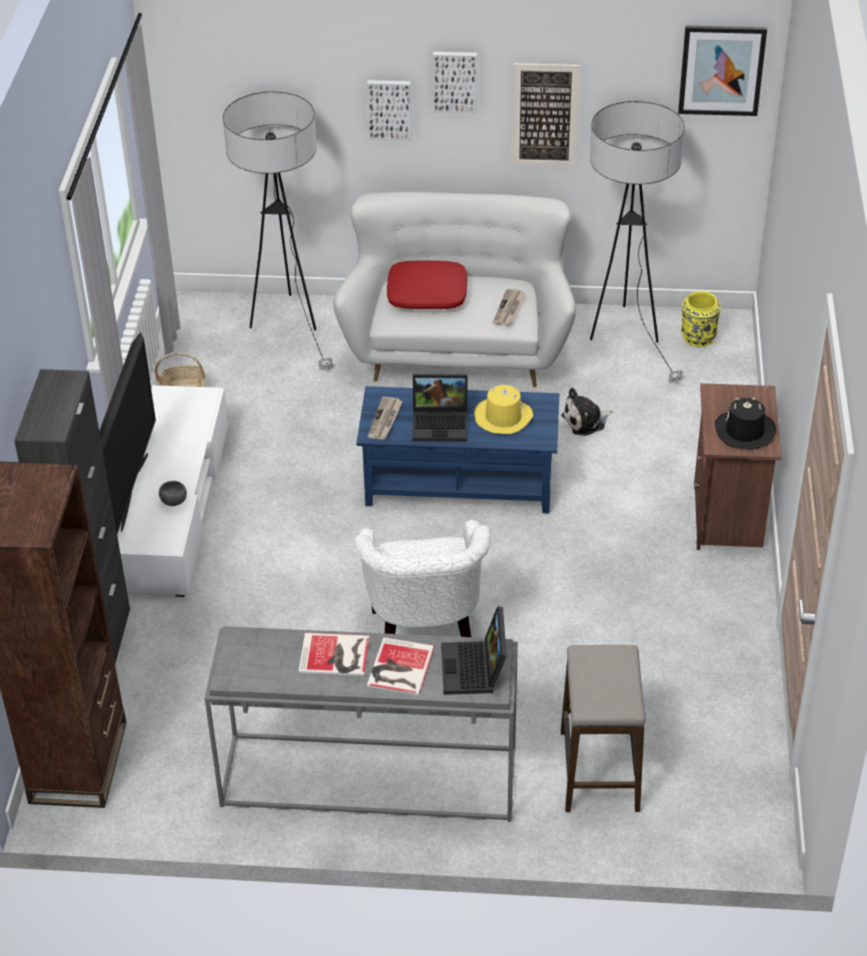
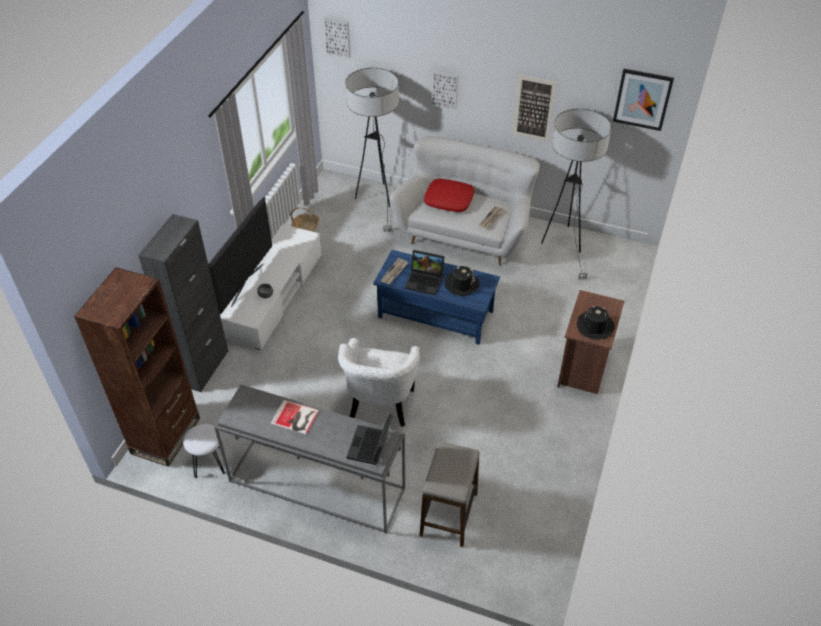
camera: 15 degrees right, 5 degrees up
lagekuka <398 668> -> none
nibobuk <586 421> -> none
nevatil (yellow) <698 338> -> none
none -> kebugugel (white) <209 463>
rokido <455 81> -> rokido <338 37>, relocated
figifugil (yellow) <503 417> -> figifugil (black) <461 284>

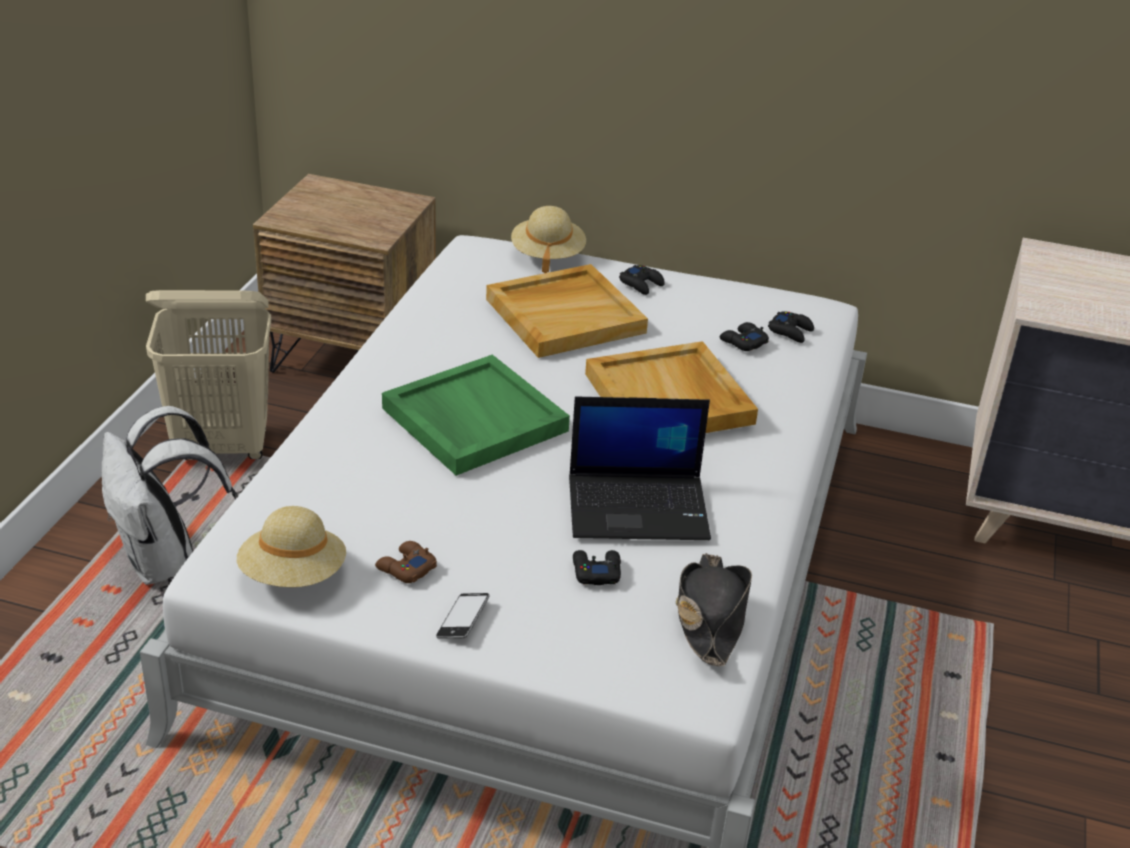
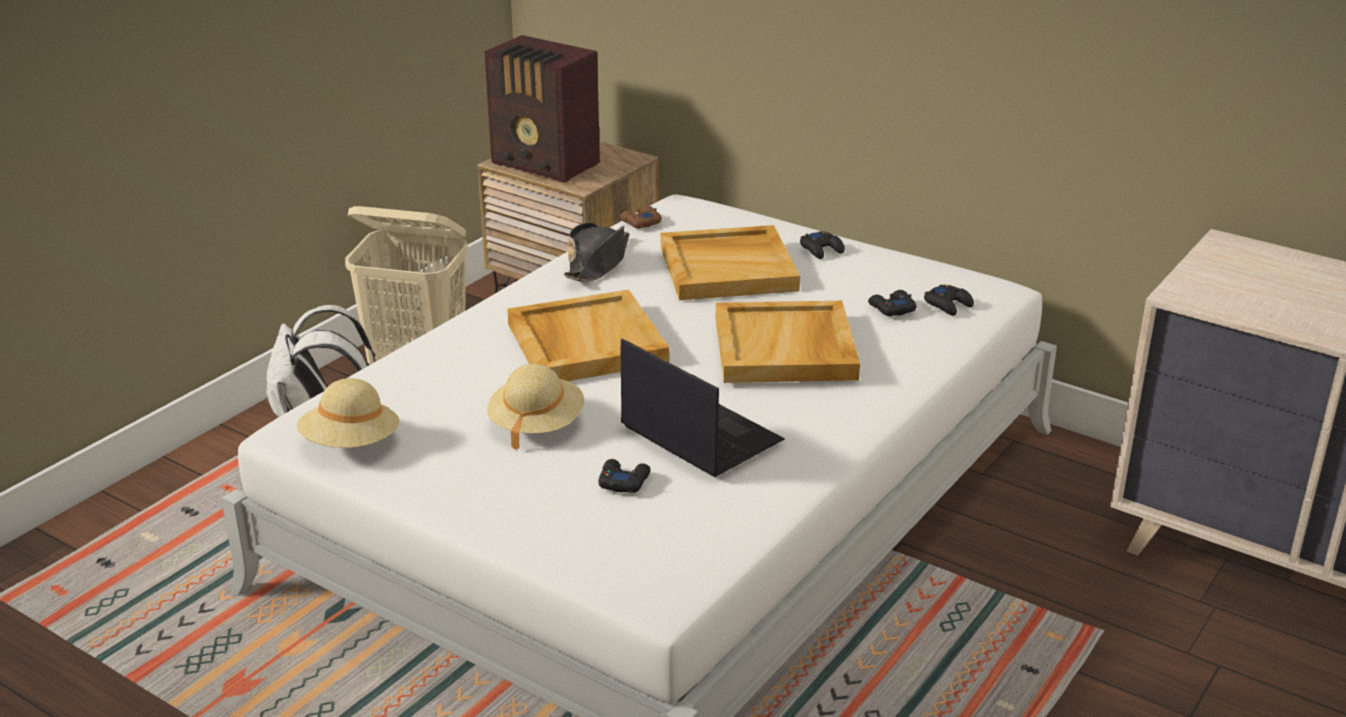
camera: 20 degrees right, 5 degrees down
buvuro <463 620> -> none
none -> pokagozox <546 165>
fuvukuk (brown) <405 568> -> fuvukuk (brown) <640 222>, relocated
figifugil (beige) <547 255> -> figifugil (beige) <536 425>, relocated
figifugil (black) <710 617> -> figifugil (black) <598 263>, relocated
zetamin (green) <473 419> -> zetamin (beige) <585 343>
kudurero <639 507> -> kudurero <698 434>, 150 degrees counterclockwise

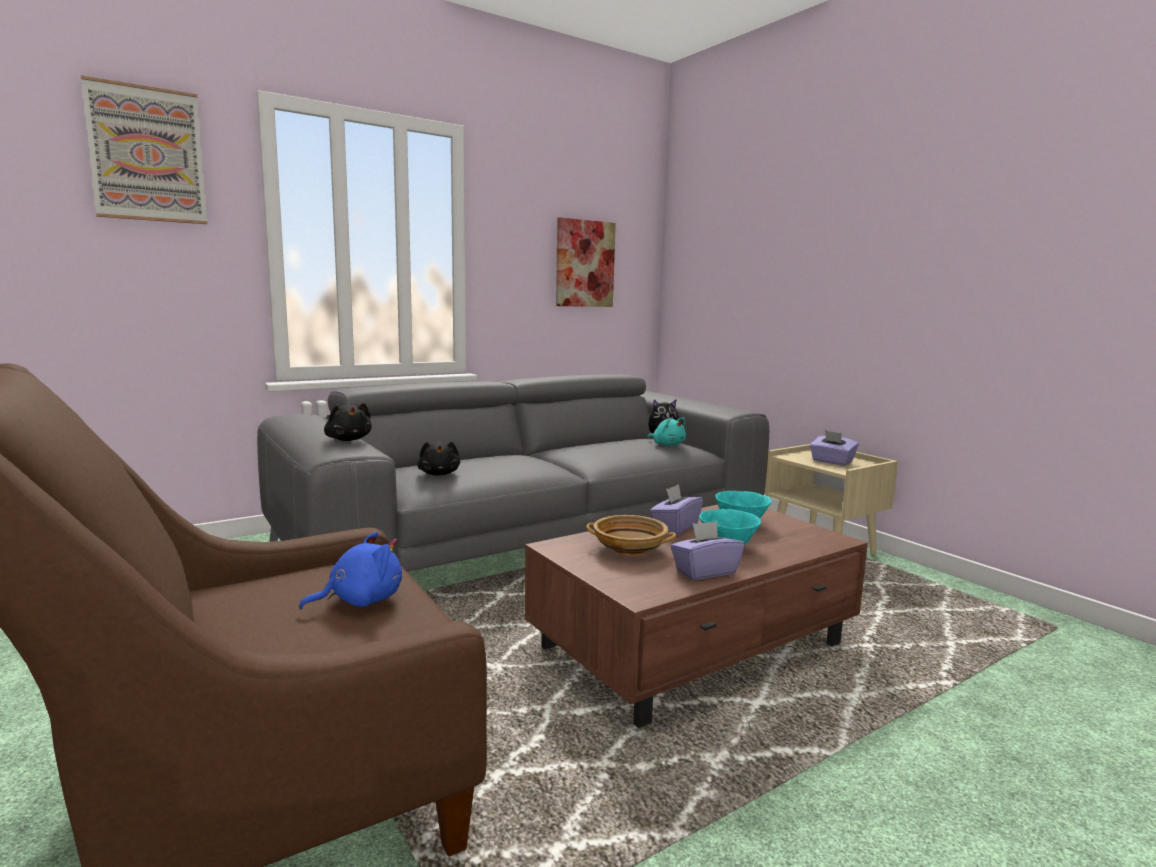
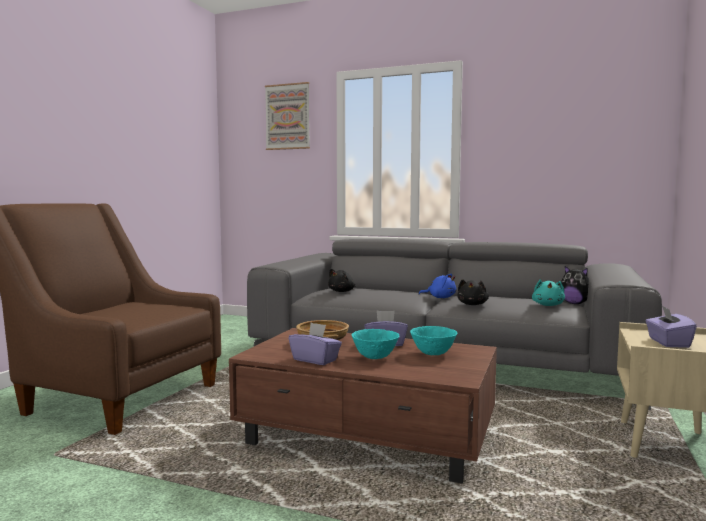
camera: 55 degrees right, 5 degrees down
rokido <584 264> -> none
nibobuk (blue) <360 601> -> nibobuk (blue) <440 297>, relocated
nibobuk (black) <348 440> -> nibobuk (black) <472 304>, relocated

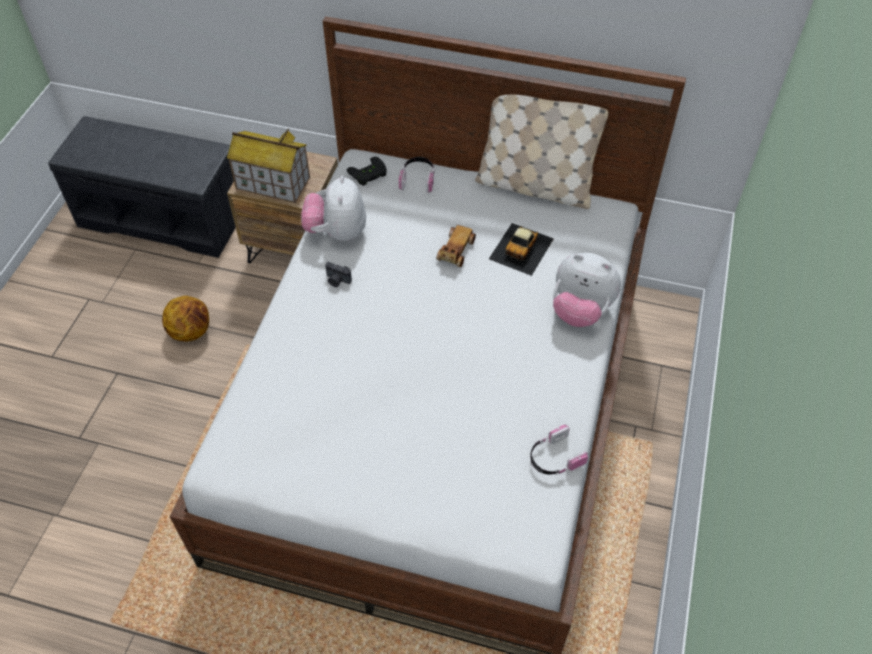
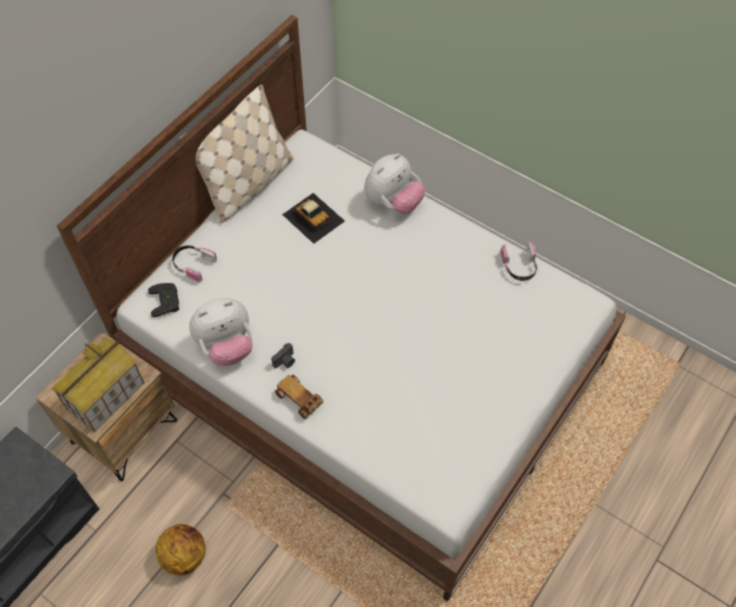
camera: 70 degrees left, 5 degrees up
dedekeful <455 251> -> dedekeful <300 399>, relocated
nibobuk <337 232> -> nibobuk <226 346>, 45 degrees counterclockwise

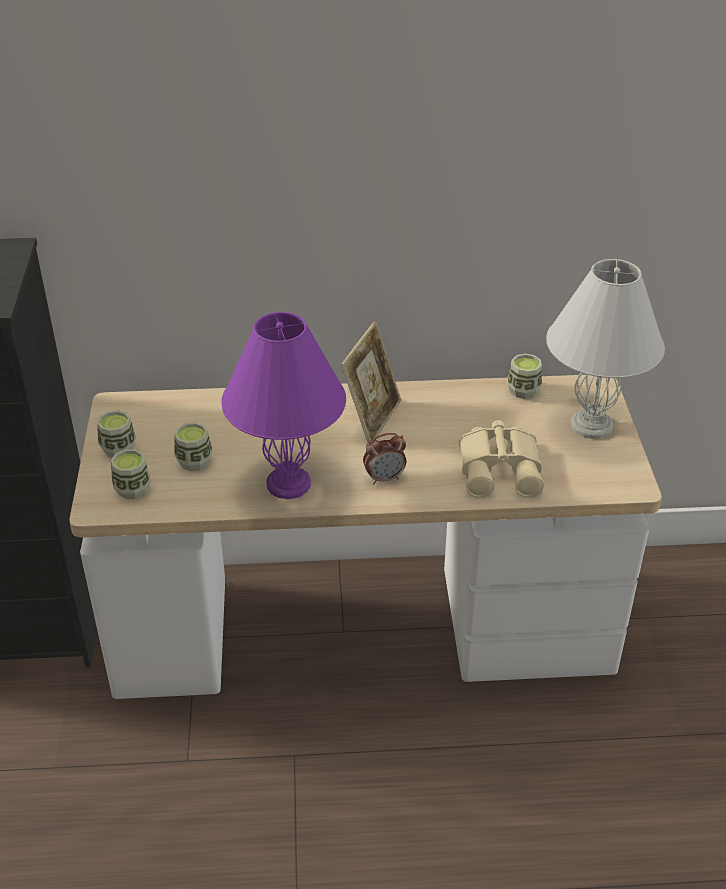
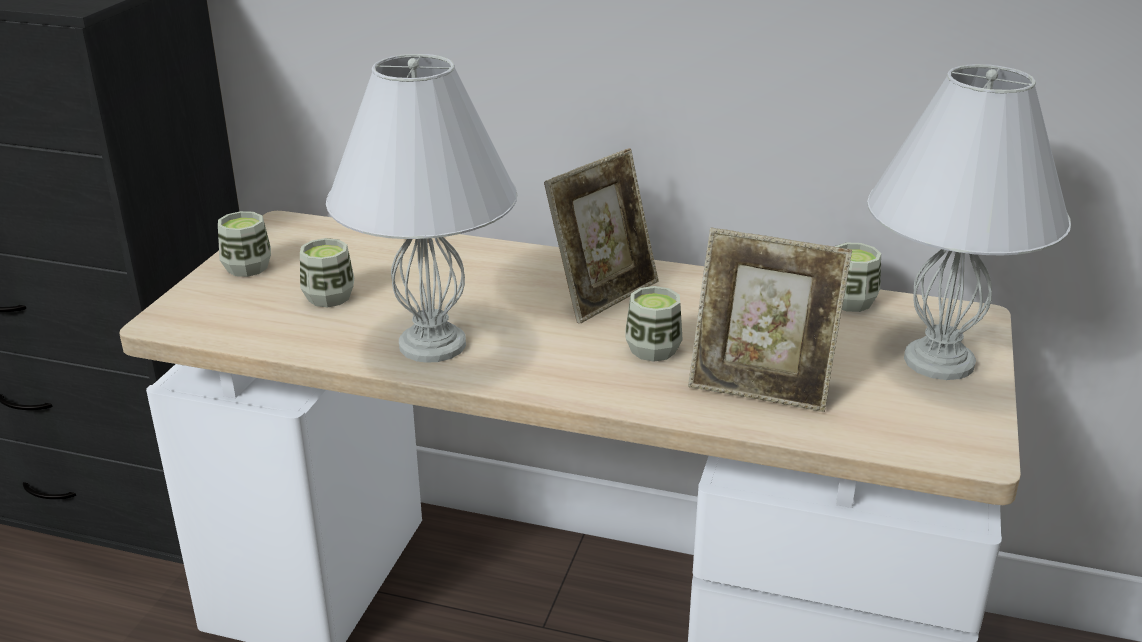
camera: 20 degrees right, 10 degrees down
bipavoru <384 478> -> none
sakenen <132 489> -> sakenen <653 349>, relocated
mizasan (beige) <501 468> -> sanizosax <761 386>
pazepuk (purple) <289 484> -> pazepuk (white) <433 345>

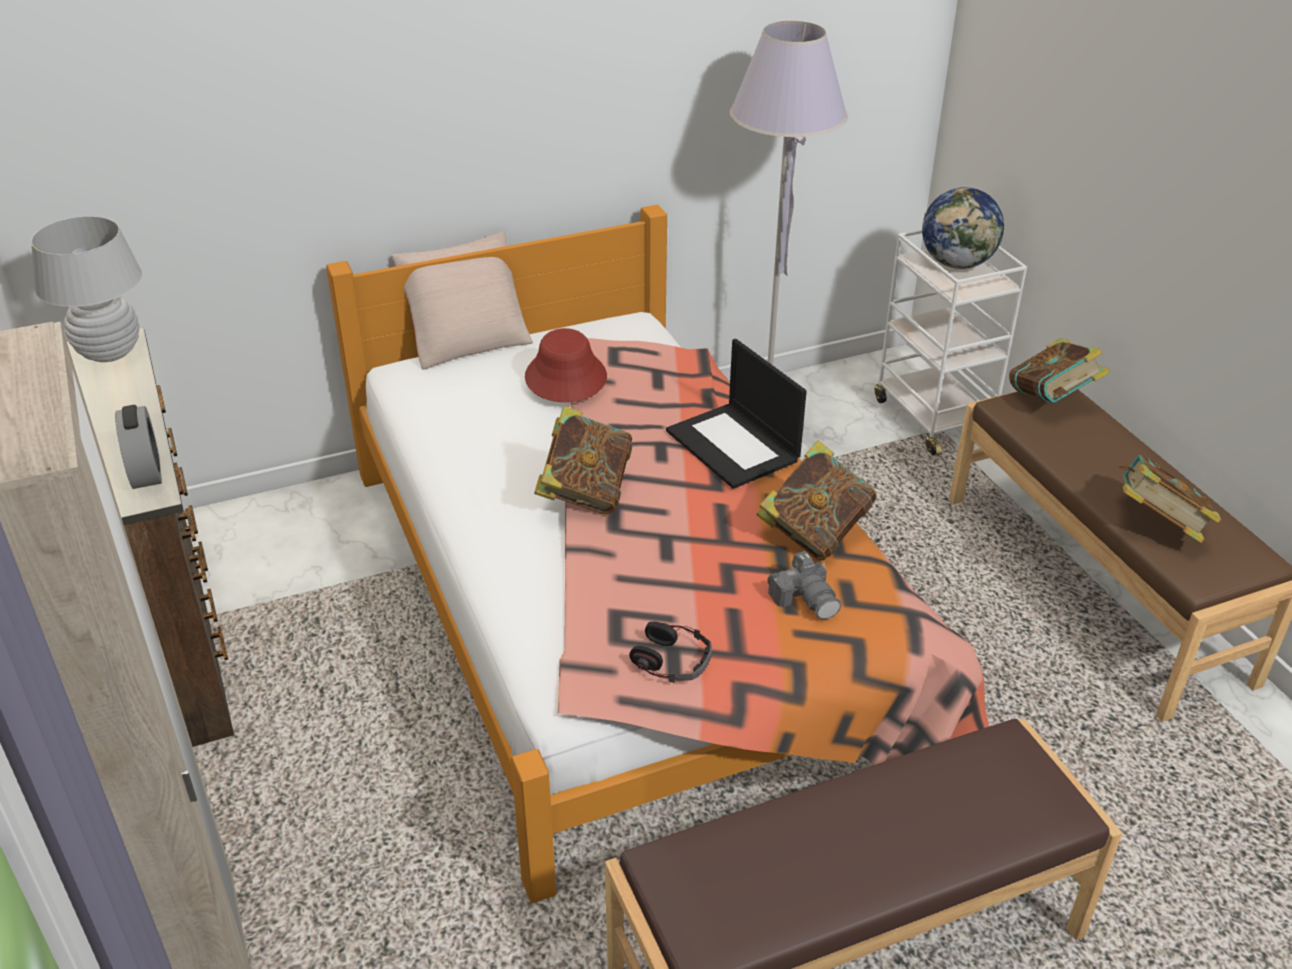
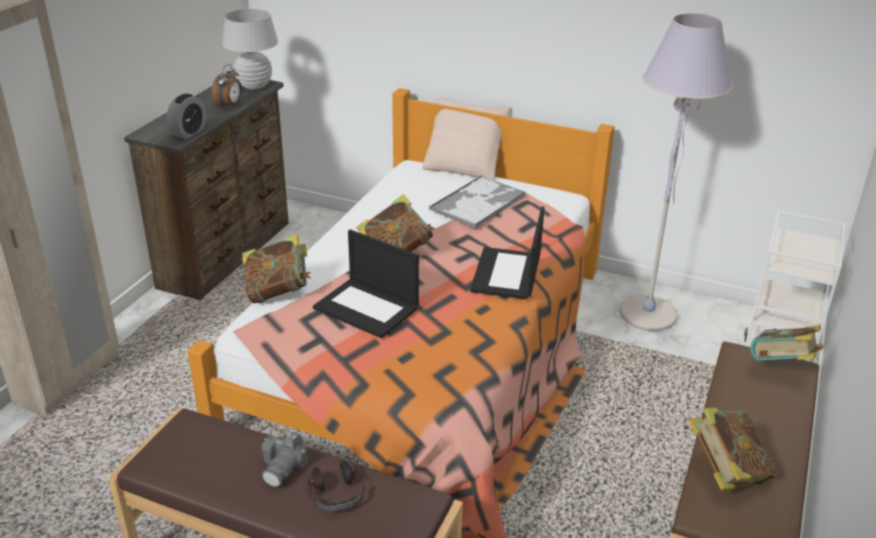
camera: 45 degrees right, 5 degrees down
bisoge <957 264> -> none
none -> bipavoru <230 106>
none -> kudurero <367 308>
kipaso <672 660> -> kipaso <337 493>, relocated
lagekuka <814 532> -> lagekuka <278 292>, relocated
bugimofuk <805 599> -> bugimofuk <284 467>, relocated
figifugil (red) <565 377> -> zetamin <478 202>

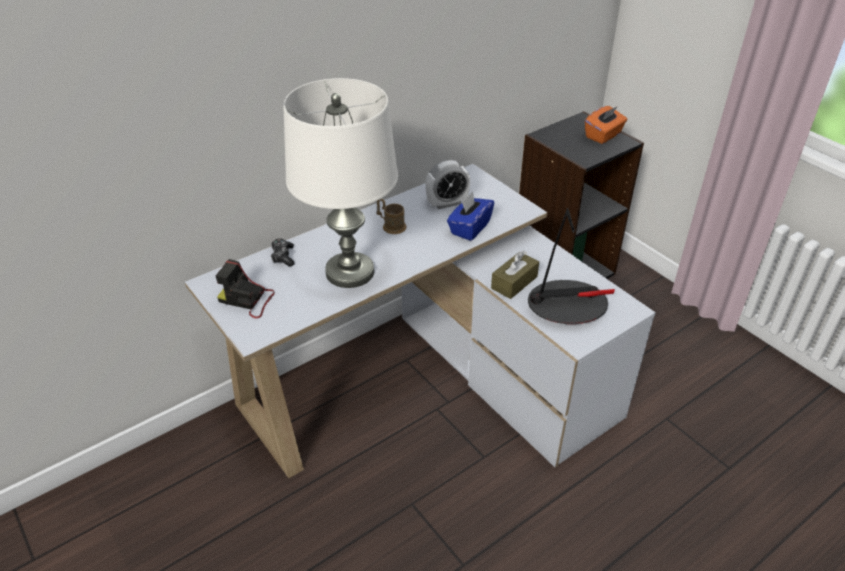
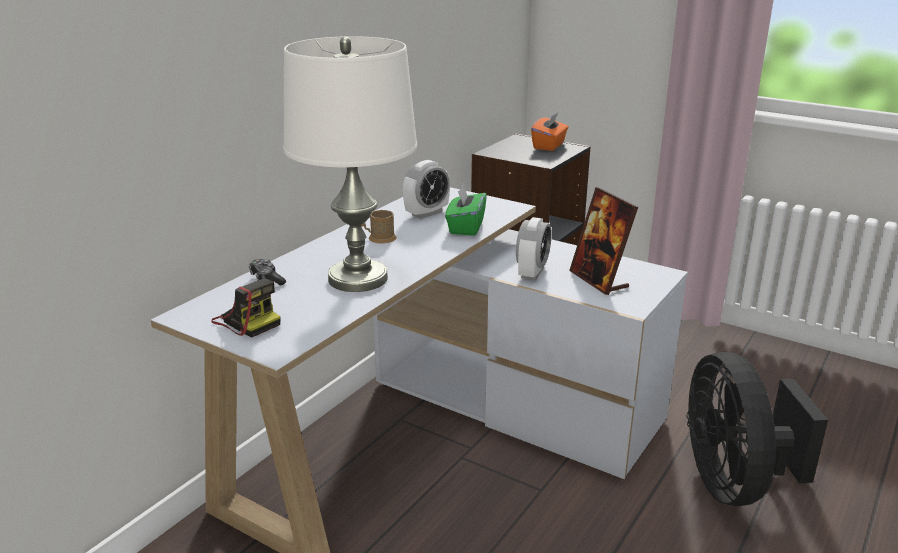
camera: 20 degrees left, 15 degrees down
none -> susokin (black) <734 482>
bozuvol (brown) <514 282> -> bipavoru <532 273>
pazepuk <567 304> -> sanizosax <599 280>
bozuvol (blue) <469 228> -> bozuvol (green) <465 227>
bugimofuk <247 300> -> bugimofuk <247 321>, 135 degrees counterclockwise

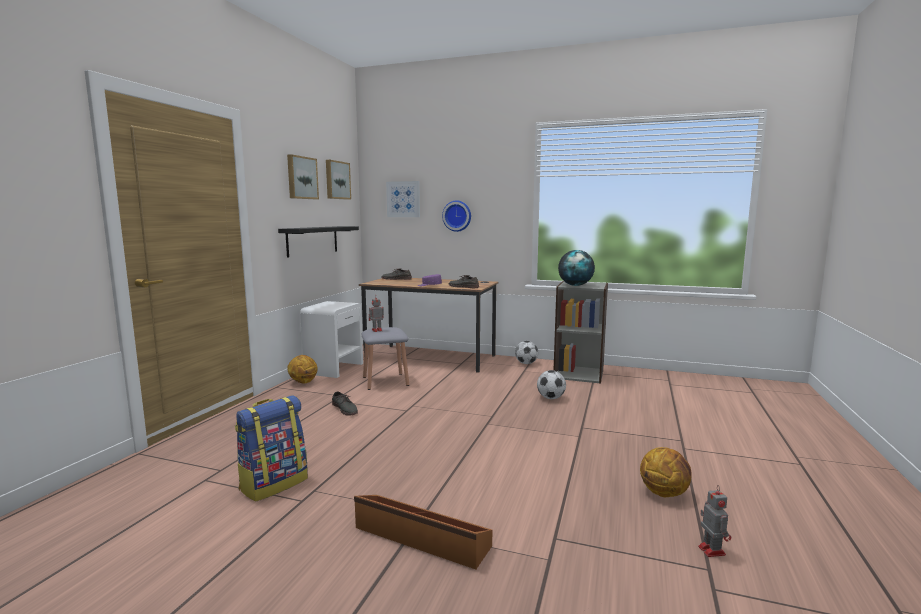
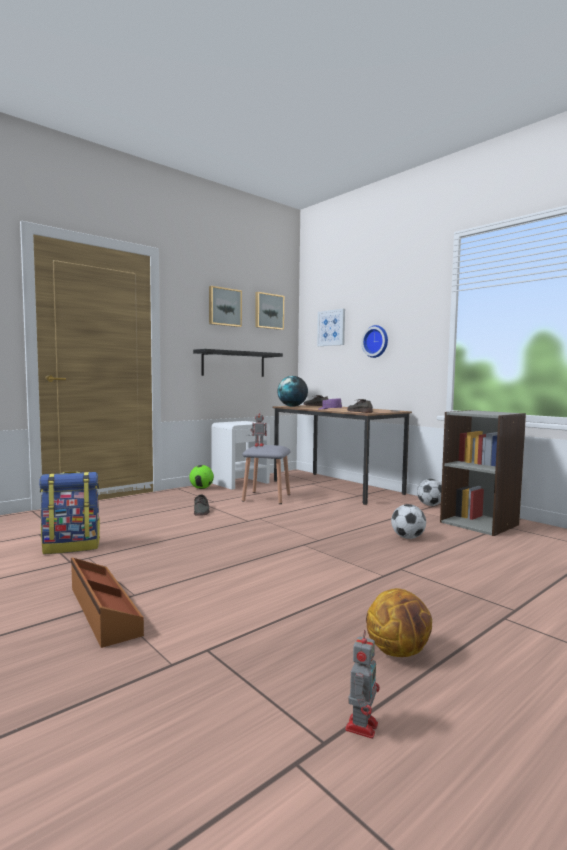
camera: 30 degrees right, 5 degrees down
bisoge <575 285> -> bisoge <292 406>, relocated
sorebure <303 382> -> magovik <201 488>

